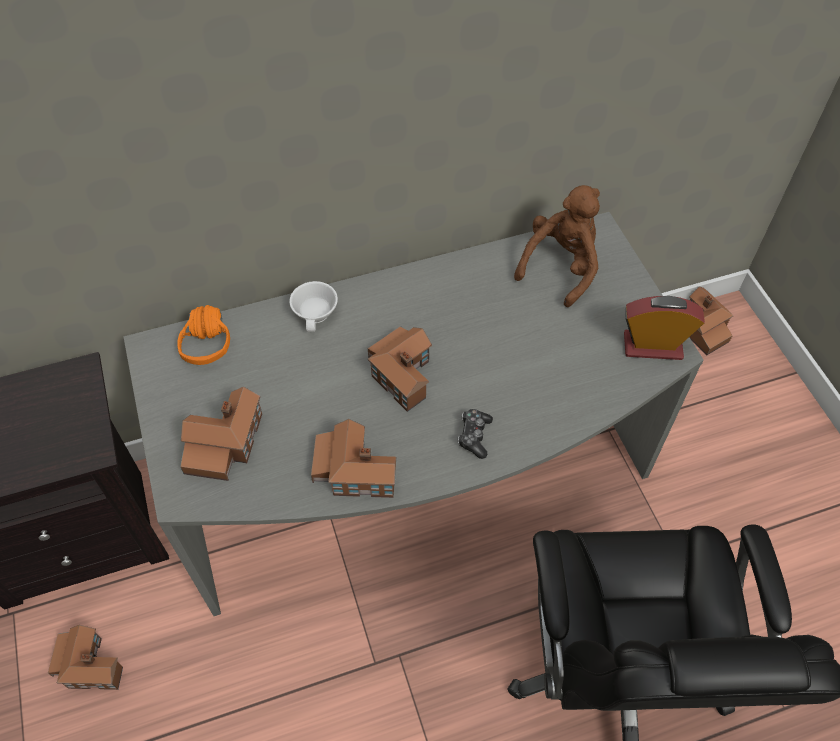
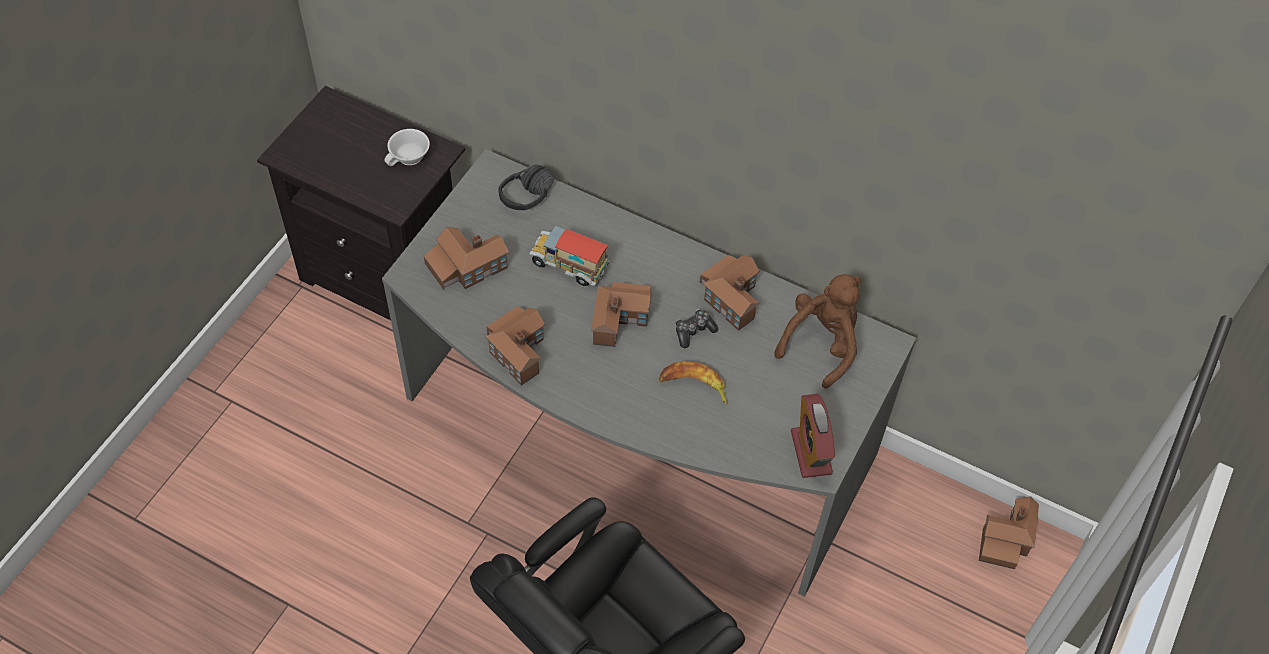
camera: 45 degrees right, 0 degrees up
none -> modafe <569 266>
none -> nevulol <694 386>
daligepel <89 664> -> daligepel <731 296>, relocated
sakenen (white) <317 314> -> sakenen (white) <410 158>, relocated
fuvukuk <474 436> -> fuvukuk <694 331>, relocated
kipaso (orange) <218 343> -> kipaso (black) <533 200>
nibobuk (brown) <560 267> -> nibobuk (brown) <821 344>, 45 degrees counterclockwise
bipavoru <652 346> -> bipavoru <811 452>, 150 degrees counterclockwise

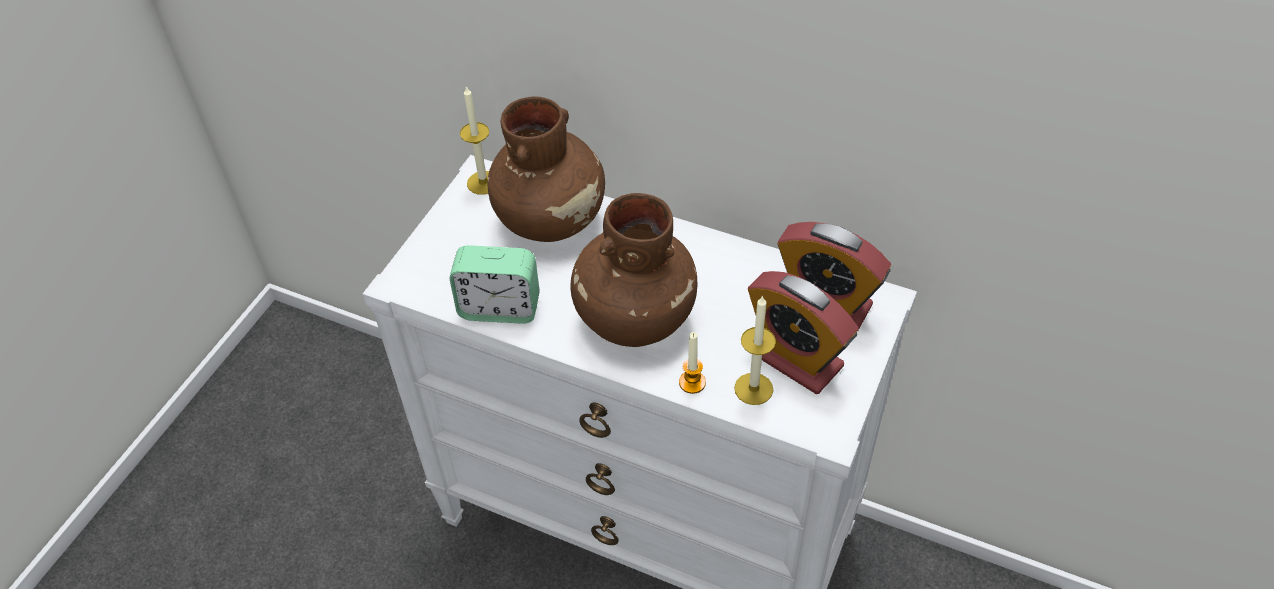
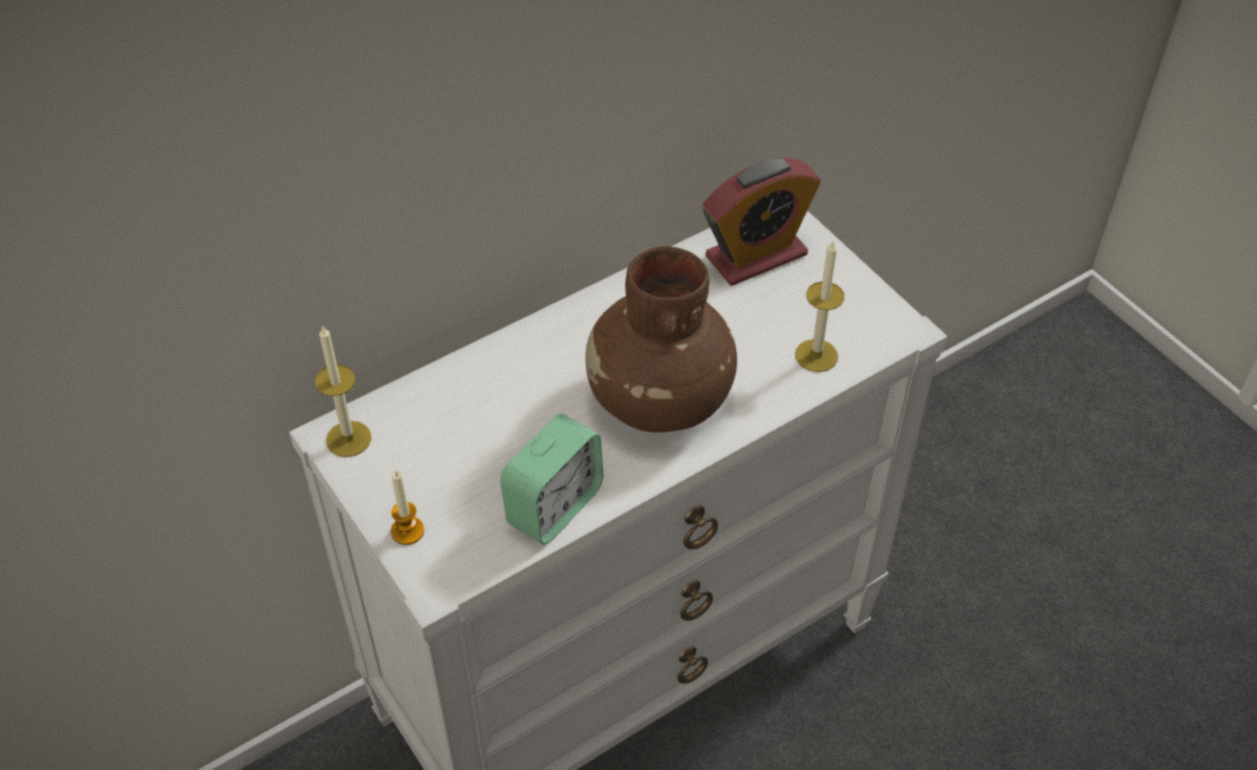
camera: 60 degrees left, 0 degrees up
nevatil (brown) <551 218> -> none
bipavoru <795 359> -> none
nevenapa <692 382> -> nevenapa <407 531>, relocated

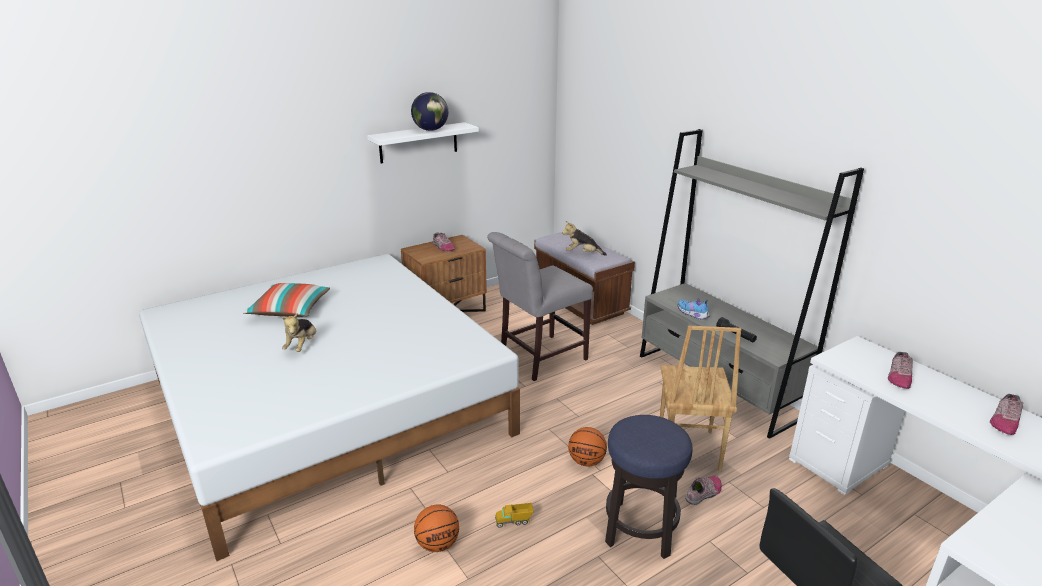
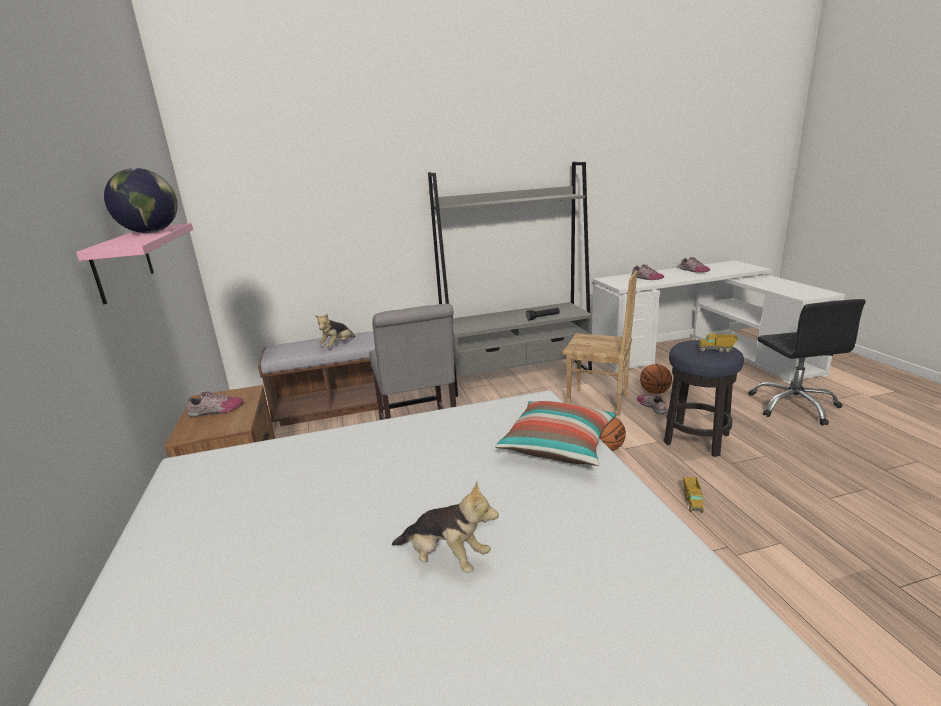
camera: 70 degrees left, 5 degrees down
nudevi <693 314> -> none
none -> modafe <716 350>
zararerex <290 310> -> zararerex <558 446>, relocated
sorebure <437 544> -> sorebure <655 392>, relocated
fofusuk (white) <418 142> -> fofusuk (pink) <123 262>

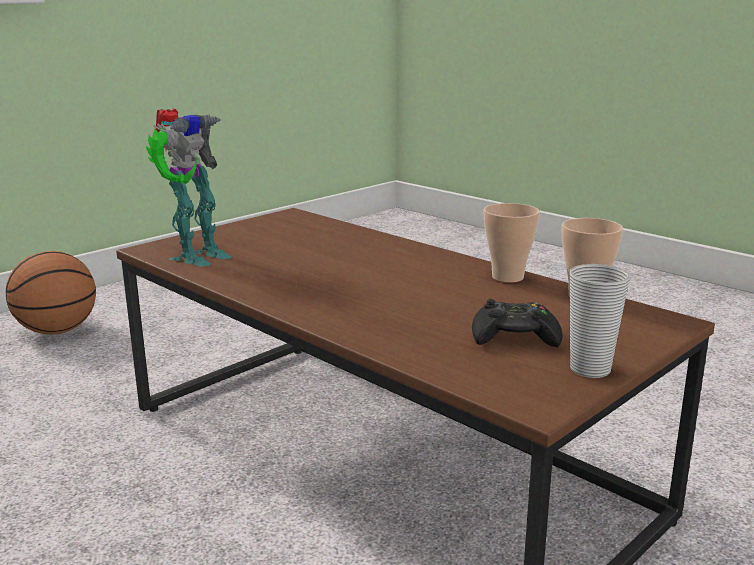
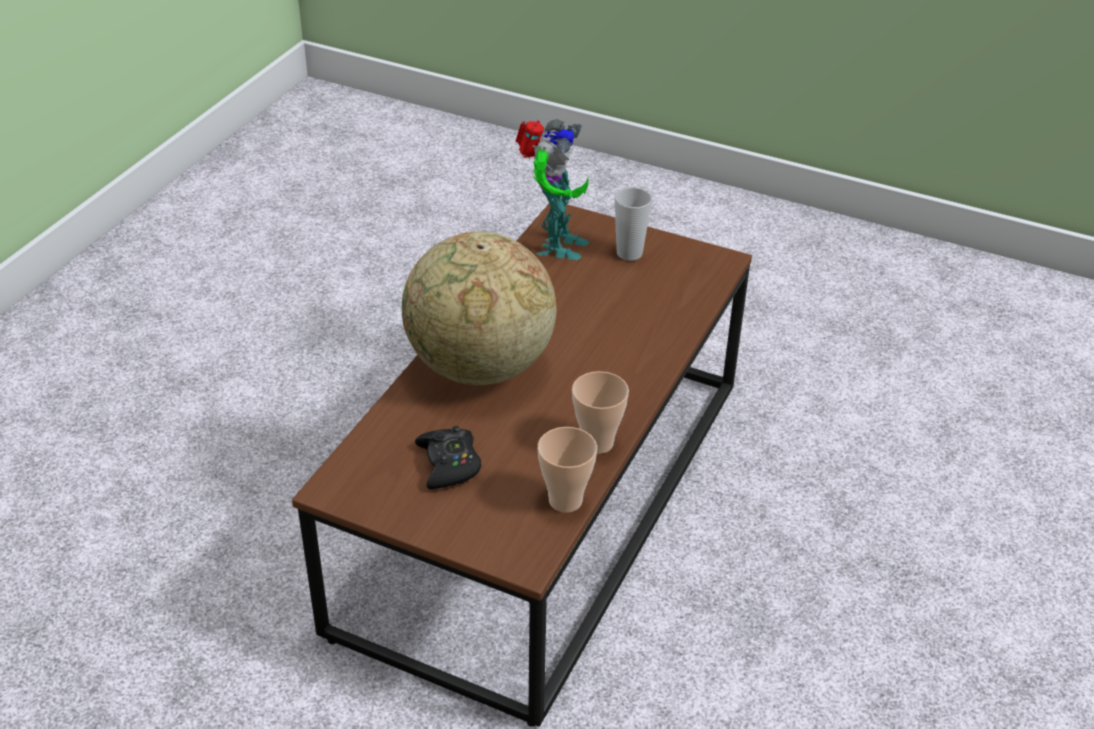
camera: 70 degrees right, 20 degrees up
sorebure <57 331> -> none
none -> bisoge <479 367>
sakenen <590 369> -> sakenen <629 253>, relocated
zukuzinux <195 256> -> zukuzinux <555 246>, 90 degrees counterclockwise

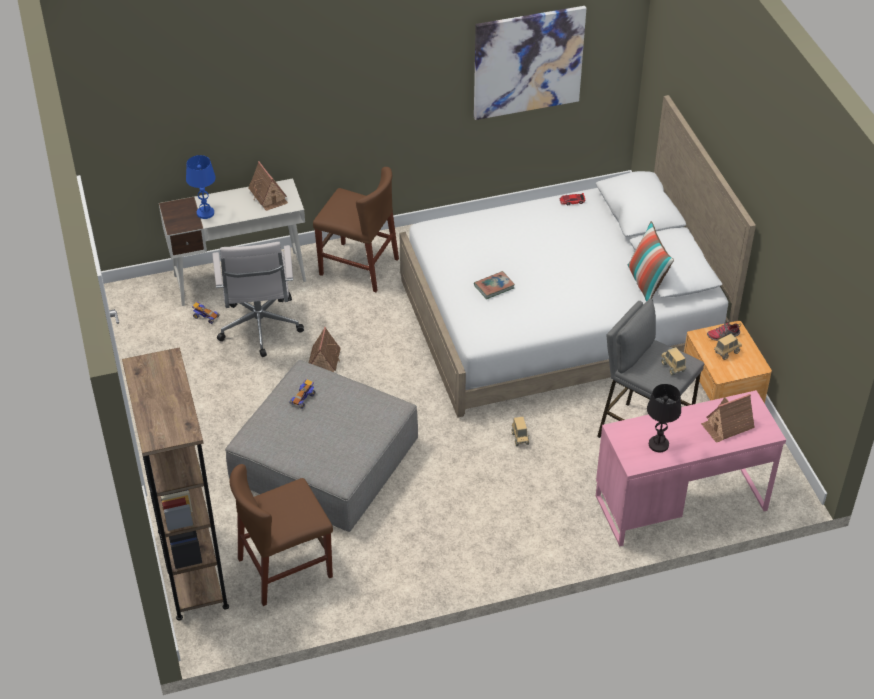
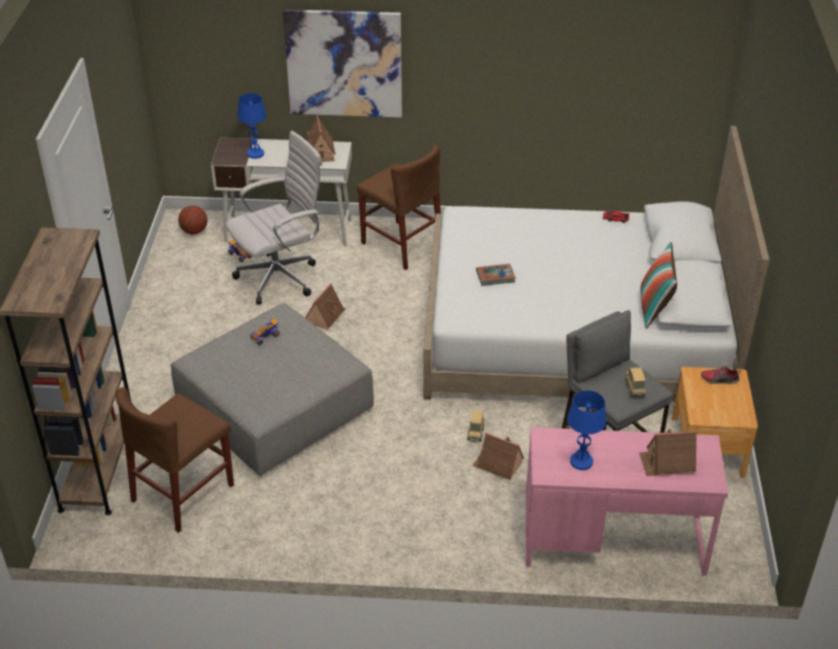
camera: 20 degrees right, 5 degrees down
modafe <726 353> -> none
none -> sorebure <194 231>
none -> daligepel <498 464>
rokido <528 62> -> rokido <344 63>, relocated
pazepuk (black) <658 444> -> pazepuk (blue) <581 461>
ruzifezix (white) <260 330> -> ruzifezix (white) <281 277>, 135 degrees counterclockwise
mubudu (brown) <285 568> -> mubudu (brown) <183 493>, 45 degrees counterclockwise

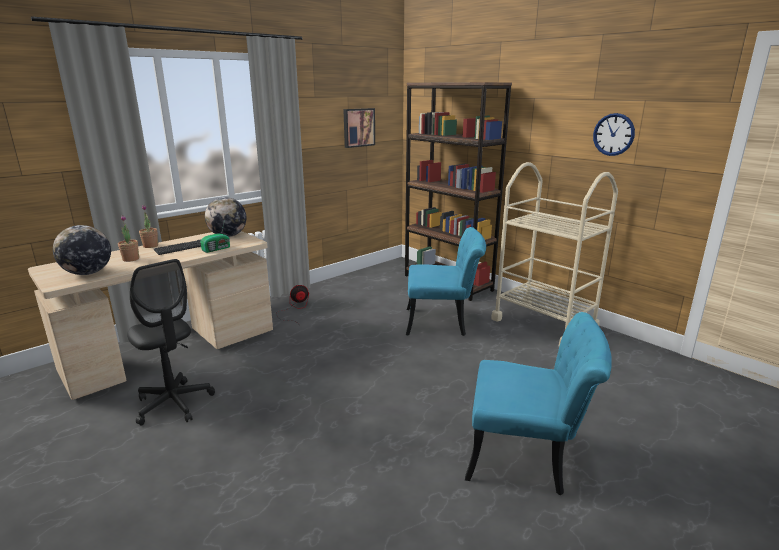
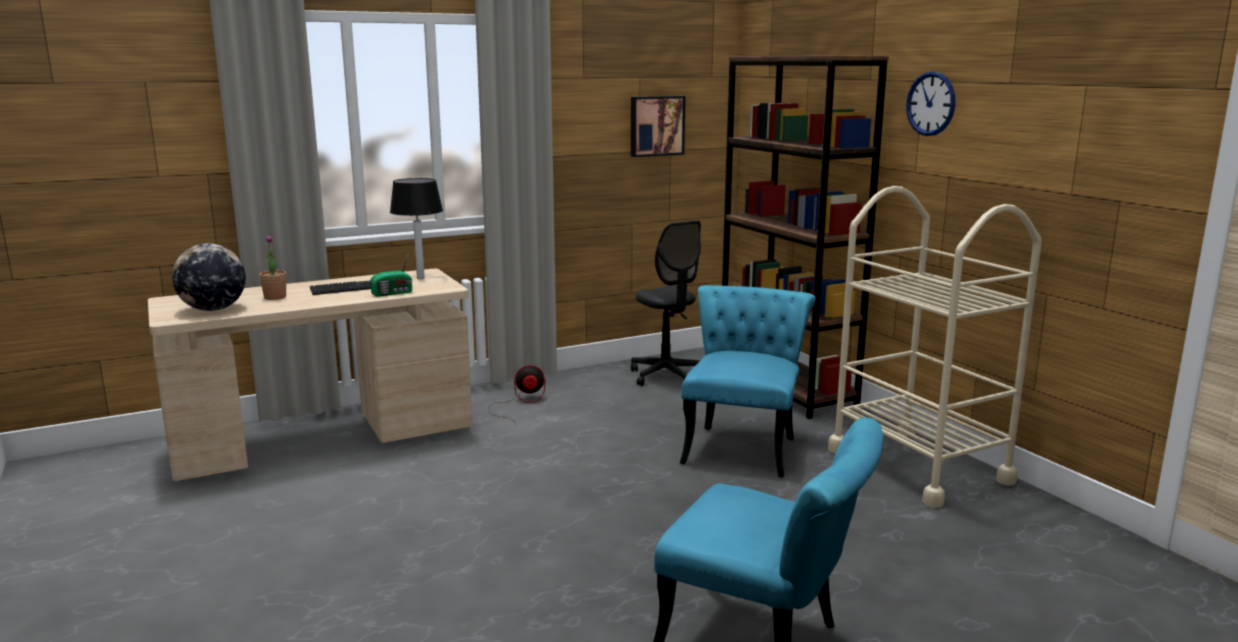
camera: 15 degrees right, 5 degrees down
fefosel <150 246> -> none
ruzifezix (black) <174 404> -> ruzifezix (black) <666 376>, relocated
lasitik <613 134> -> lasitik <931 104>, relocated
bisoge <228 236> -> pazepuk <420 278>
mubudu (turquoise) <443 322> -> mubudu (turquoise) <742 445>, 90 degrees counterclockwise

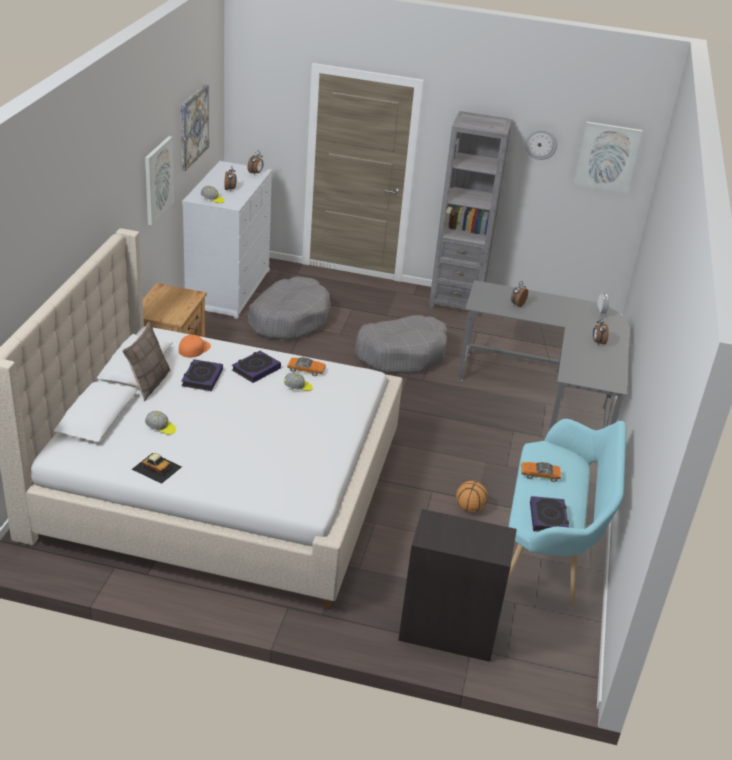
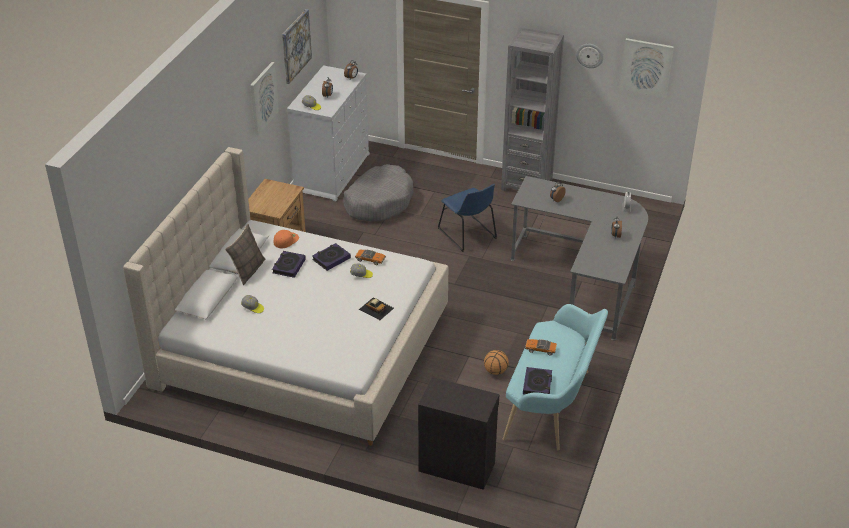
camera: 10 degrees right, 5 degrees up
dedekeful <156 467> -> dedekeful <376 308>, relocated
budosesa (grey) <401 354> -> mubudu (blue) <468 235>

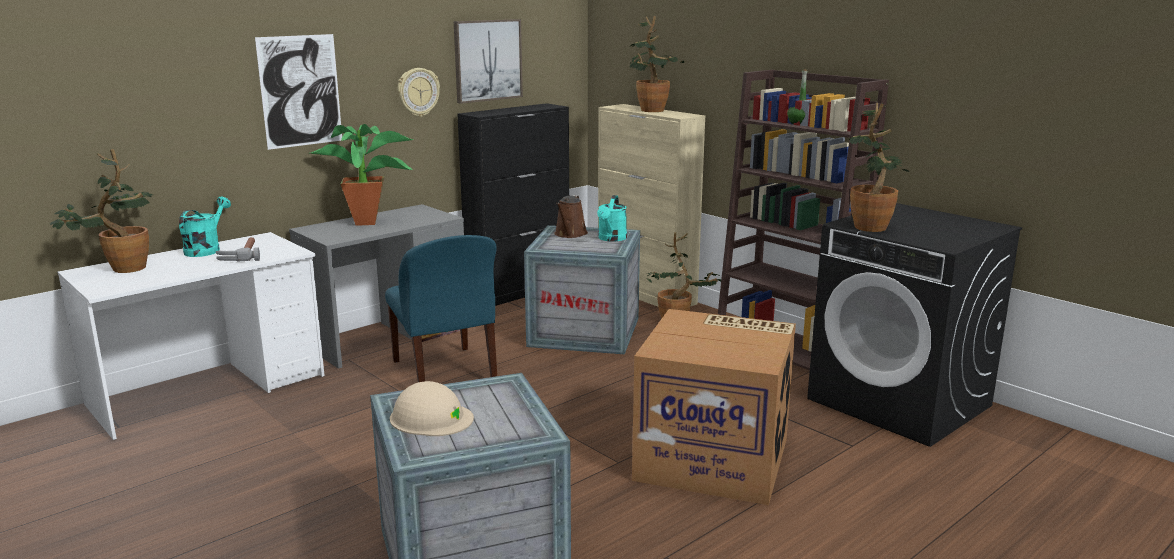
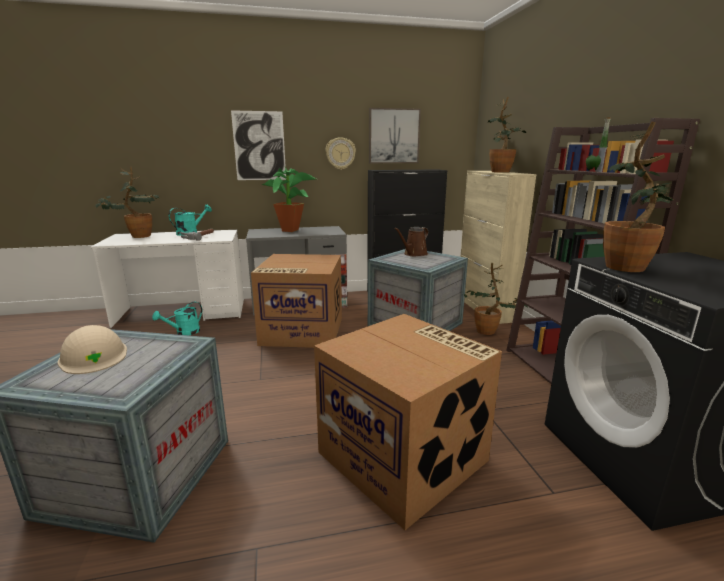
camera: 30 degrees right, 0 degrees up
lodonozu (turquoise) <611 239> -> lodonozu (turquoise) <184 332>, relocated
mubudu (blue) <445 373> -> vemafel <301 331>

